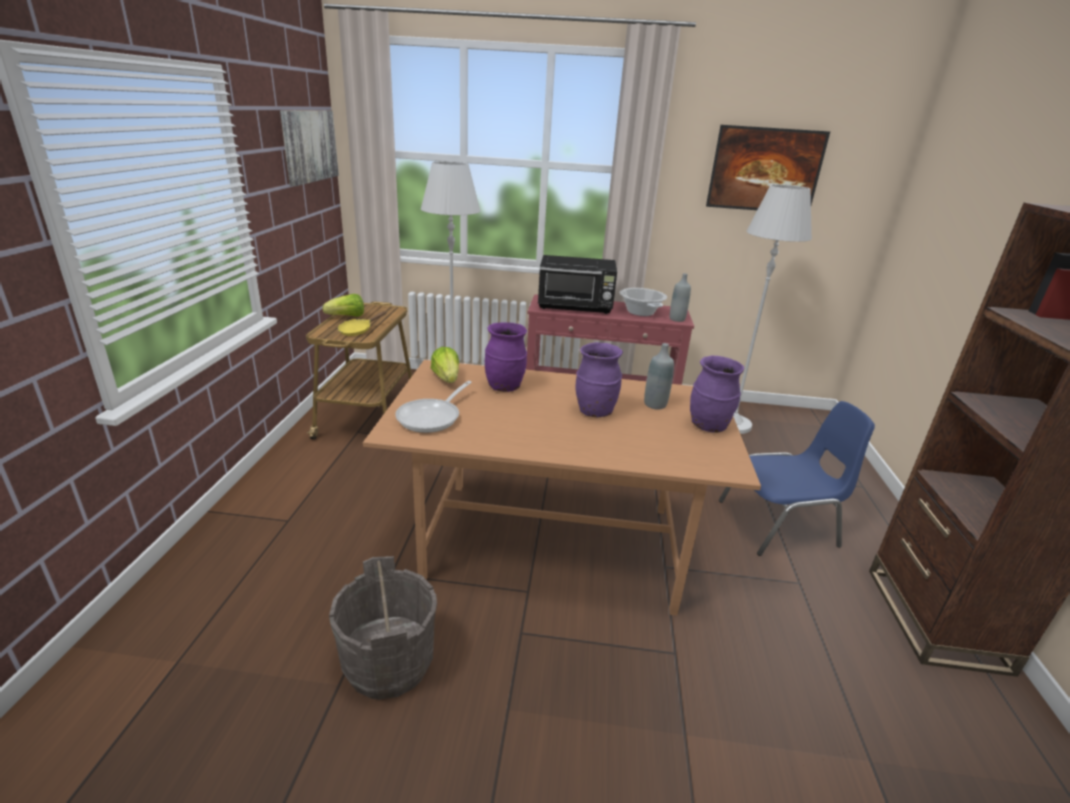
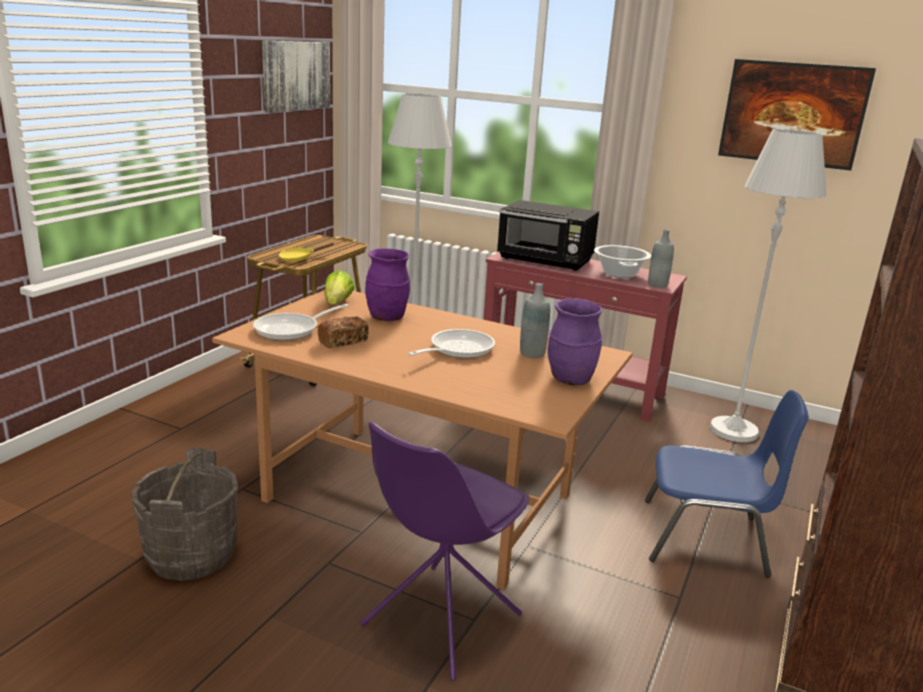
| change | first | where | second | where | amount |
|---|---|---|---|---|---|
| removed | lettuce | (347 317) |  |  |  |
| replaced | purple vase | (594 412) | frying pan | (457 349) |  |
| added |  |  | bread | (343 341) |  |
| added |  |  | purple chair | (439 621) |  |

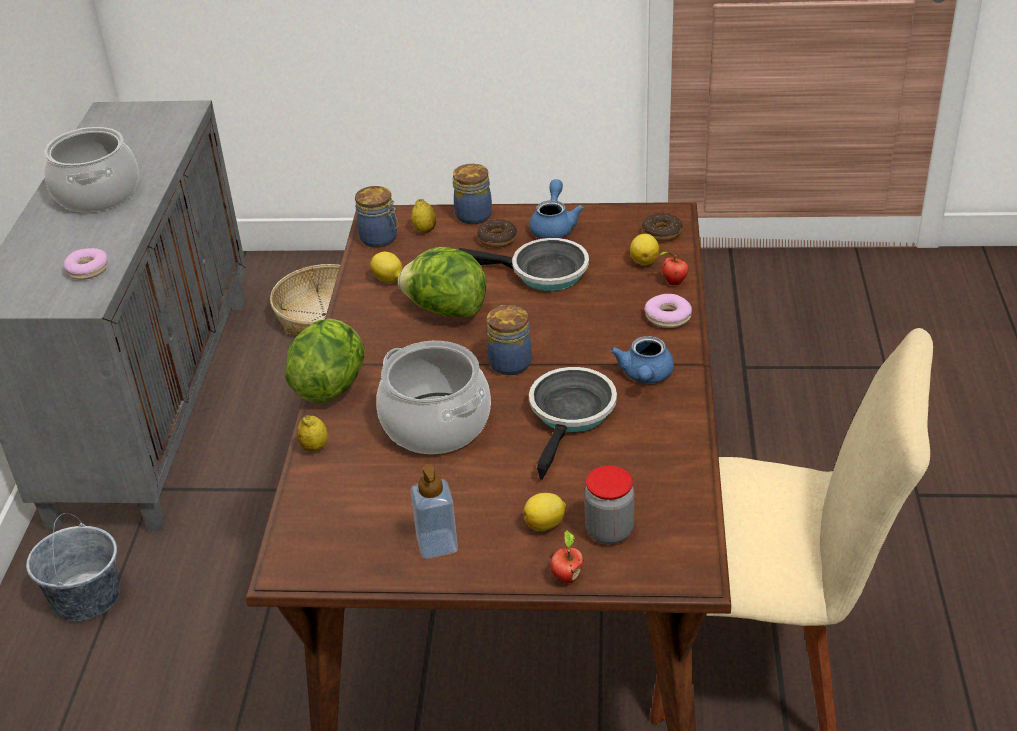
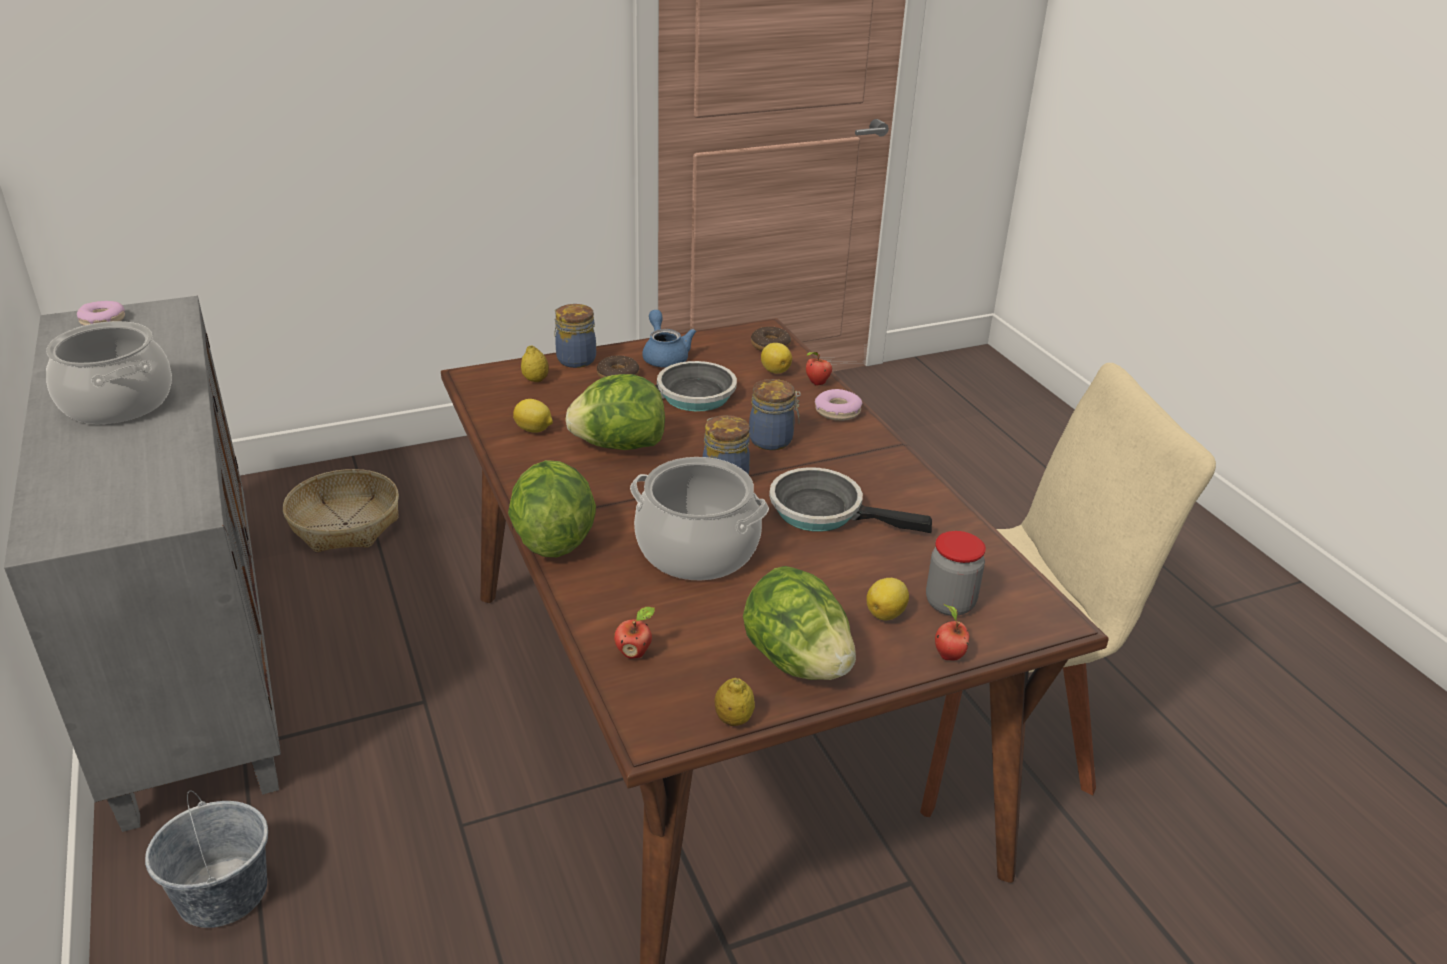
| change | first | where | second | where | amount |
|---|---|---|---|---|---|
| moved | jar | (380 239) |  | (773 440) |  |
| moved | donut | (88 270) |  | (103 321) |  |
| removed | blue teapot | (645 376) |  |  |  |
| turned | frying pan | (571 415) |  | (824 511) | 60 degrees counterclockwise |
| moved | lemon | (314 447) |  | (733 719) |  |
| replaced | soap dispenser | (437 544) | lettuce | (796 661) |  |
| added |  |  | apple | (634 652) |  |

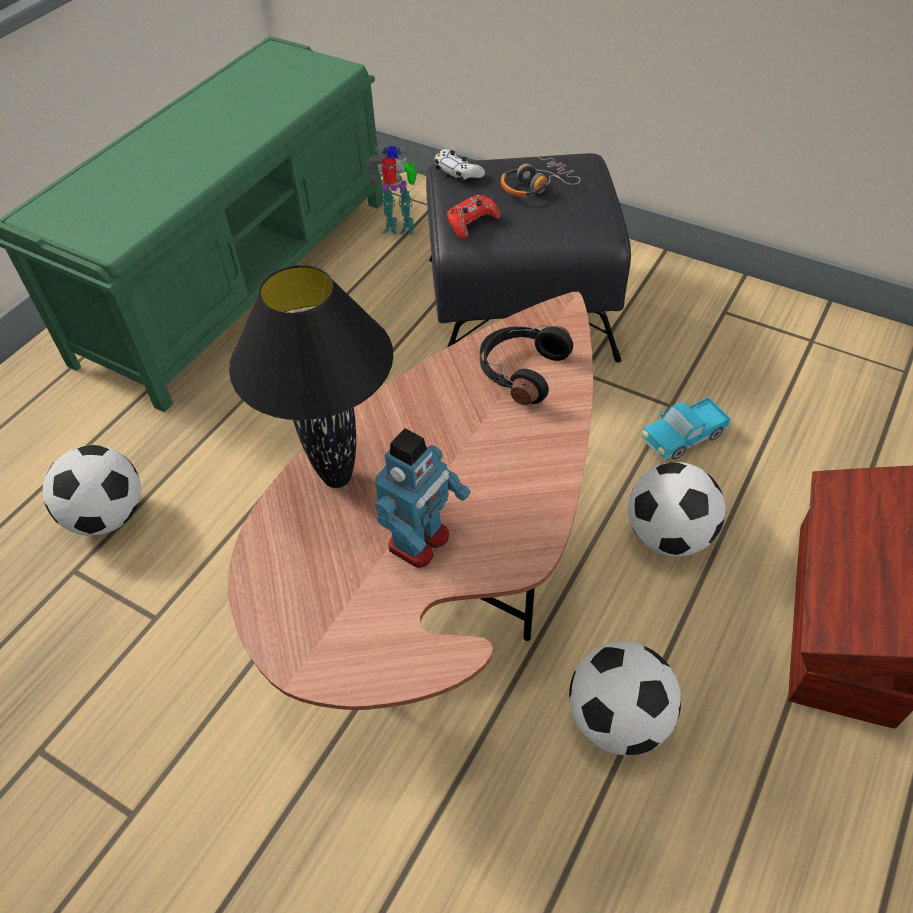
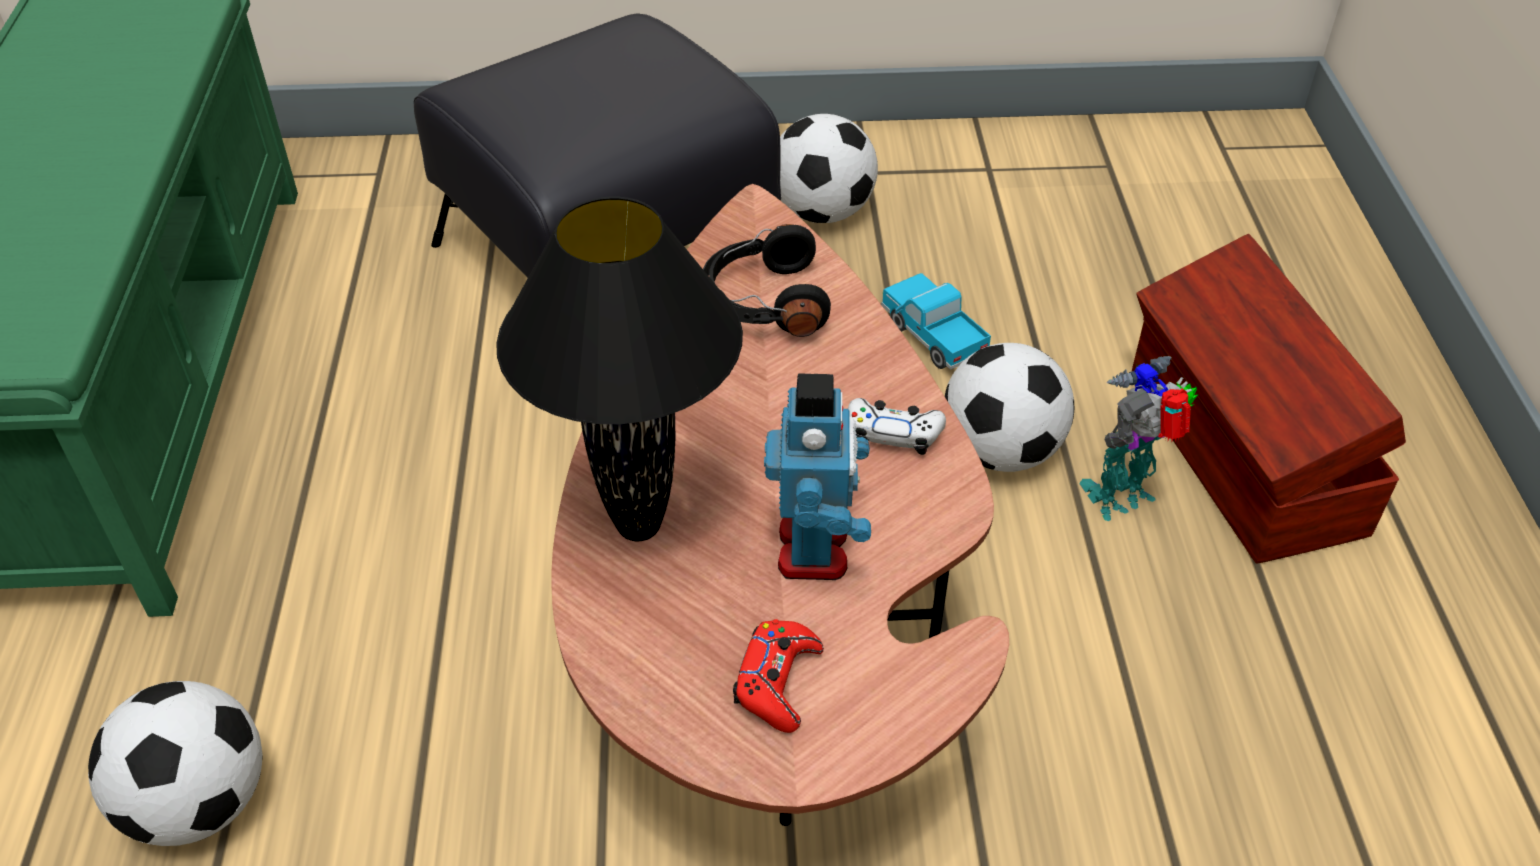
| change | first | where | second | where | amount |
|---|---|---|---|---|---|
| moved | toy robot | (400 229) |  | (1123 497) |  |
| moved | white game controller | (458 172) |  | (894 433) |  |
| removed | headphones | (536 185) |  |  |  |
| moved | red game controller | (472 222) |  | (777 682) |  |
| turned | toy truck | (682 439) |  | (932 336) | 120 degrees clockwise |
| moved | football | (618 719) |  | (822 212) |  |

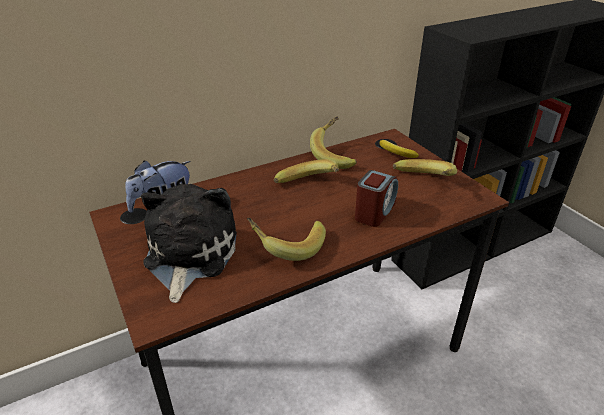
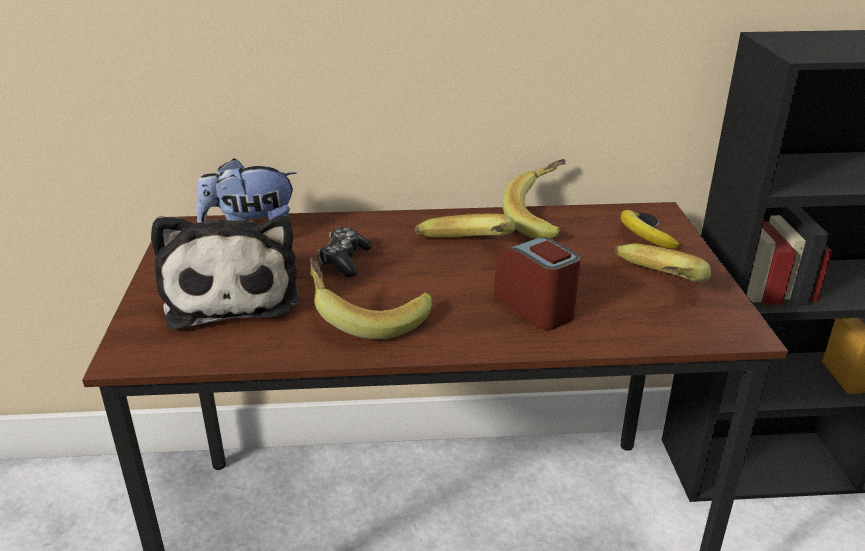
| change | first | where | second | where | amount |
|---|---|---|---|---|---|
| turned | alarm clock | (374 212) |  | (535 307) | 90 degrees counterclockwise |
| turned | plush toy | (188 254) |  | (232 294) | 135 degrees clockwise |
| added |  |  | game controller | (345 260) |  |

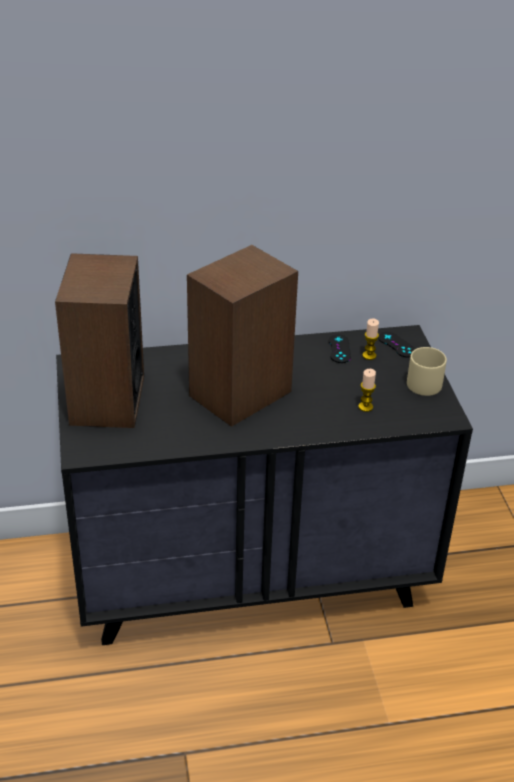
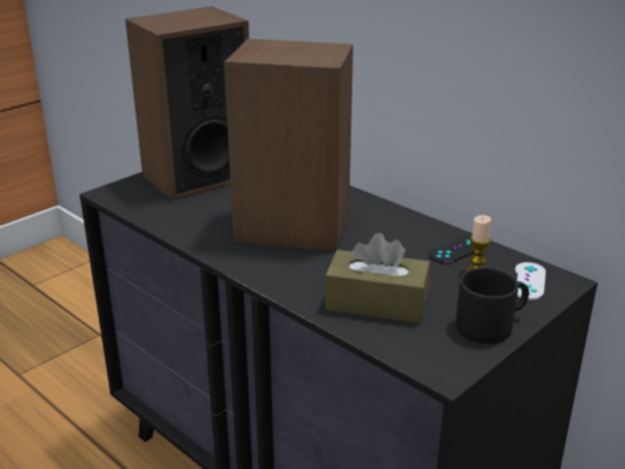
| change | first | where | second | where | amount |
|---|---|---|---|---|---|
| recoloured | black game controller | (397 345) | white game controller | (529 281) |  |
| recoloured | beige mug | (424 380) | black mug | (491 324) |  |
| replaced | candle | (365 407) | brown tissue box | (376 303) |  |

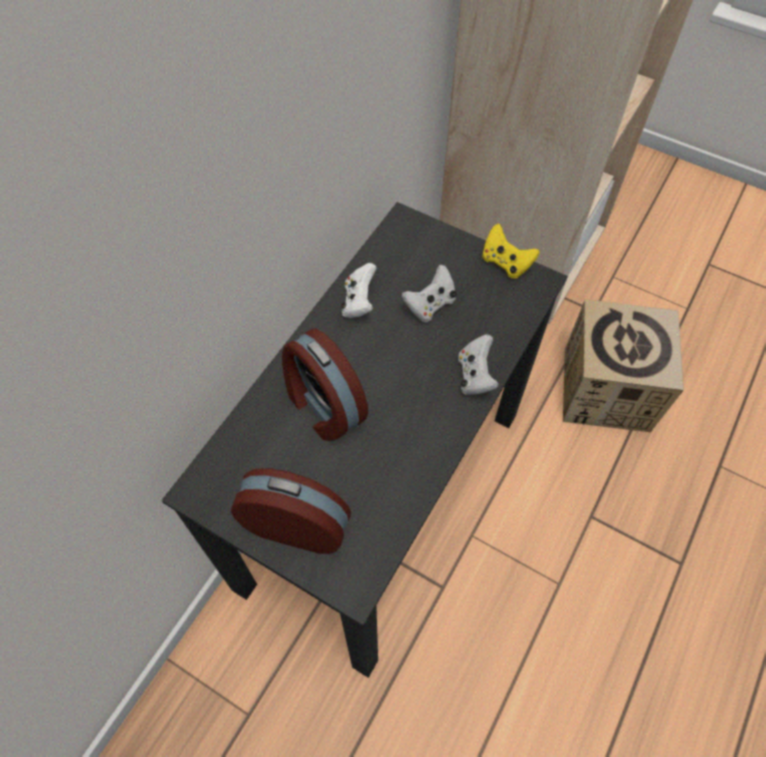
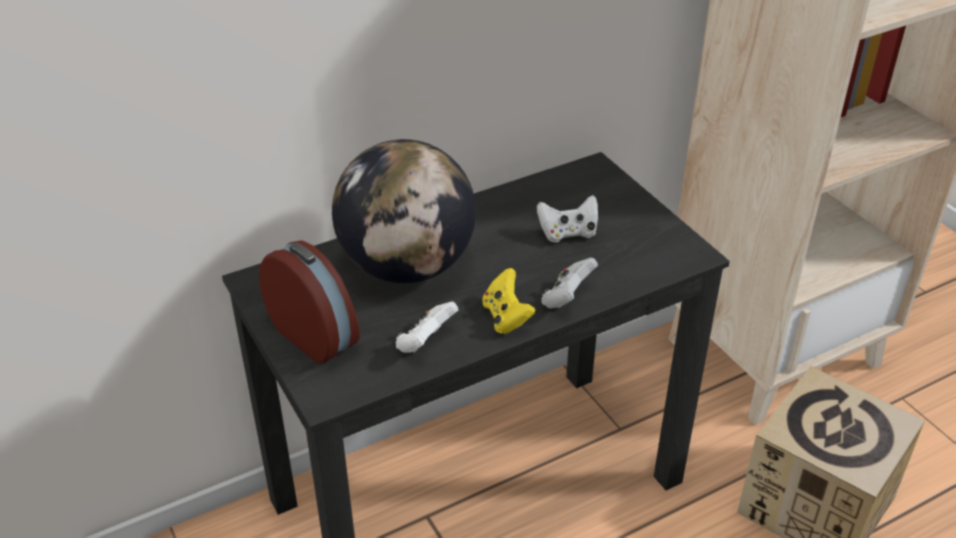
| change | first | where | second | where | amount |
|---|---|---|---|---|---|
| moved | yellow game controller | (505 263) |  | (506 317) |  |
| moved | white game controller | (358 302) |  | (425 342) |  |
| replaced | alarm clock | (323 406) | globe | (407 267) |  |

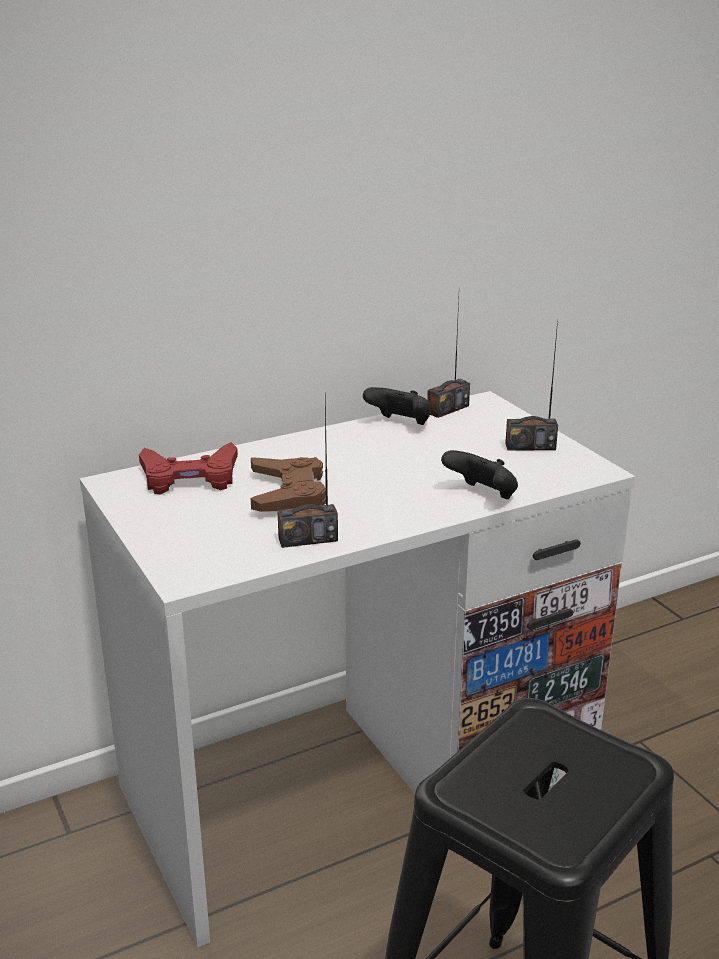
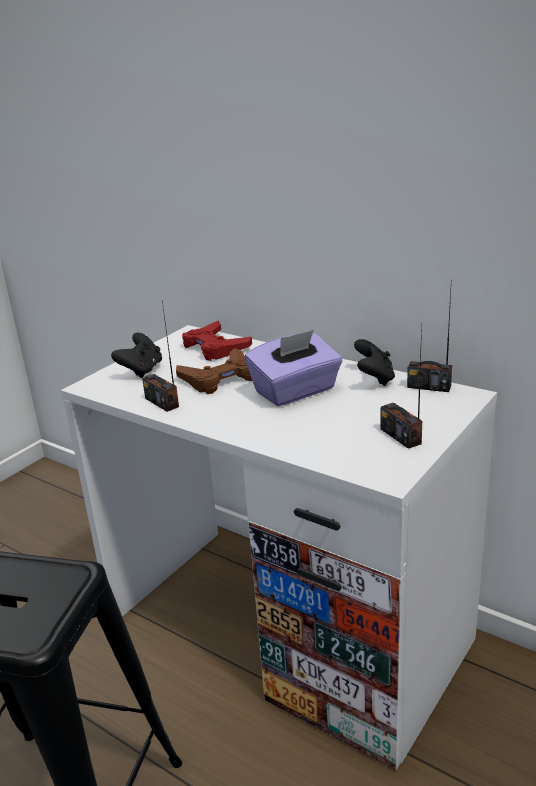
| change | first | where | second | where | amount |
|---|---|---|---|---|---|
| moved | black game controller | (482 496) |  | (141 370) |  |
| added |  |  | purple tissue box | (295 391) |  |

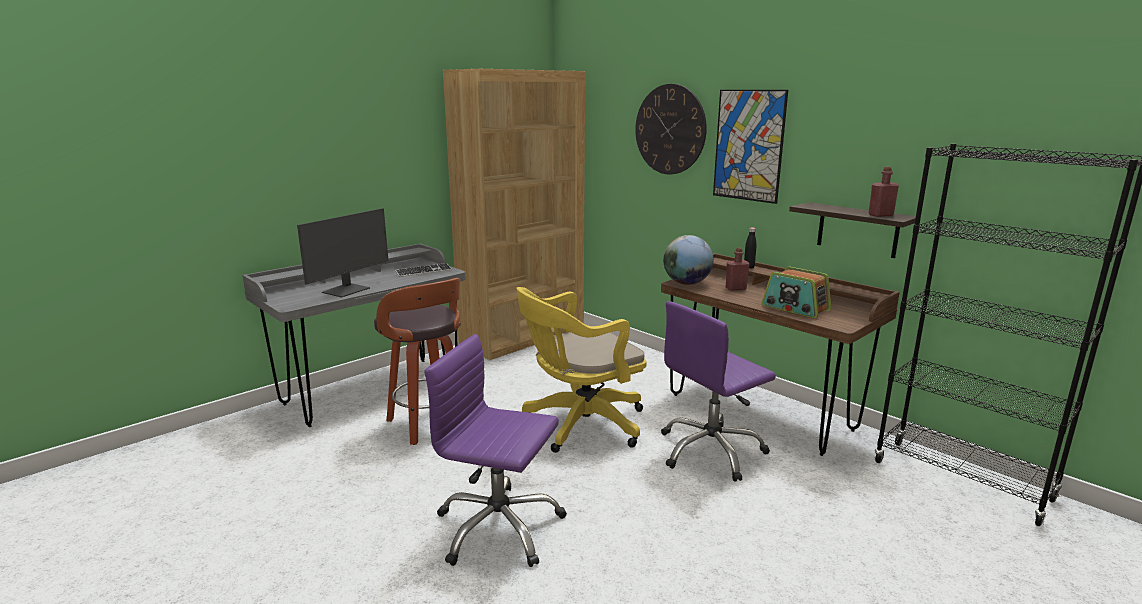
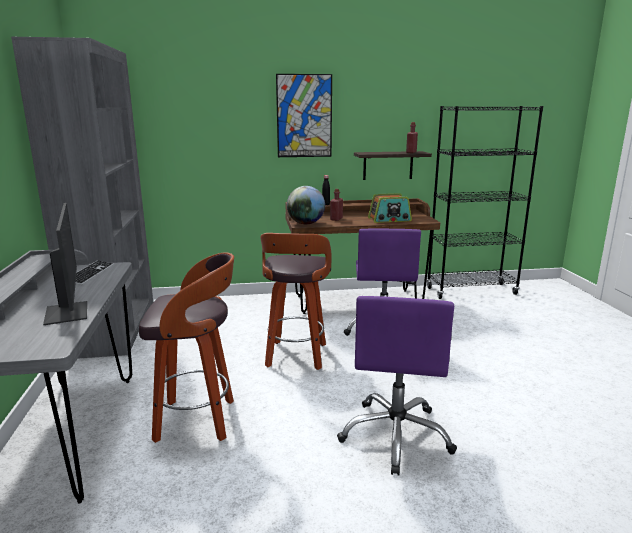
| change | first | where | second | where | amount |
|---|---|---|---|---|---|
| recoloured | brown bookcase | (523 337) | grey bookcase | (115 327) |  |
| removed | wall clock | (670 129) |  |  |  |
| replaced | yellow office chair | (579 425) | stool | (296 356) |  |
| turned | purple office chair | (498 528) |  | (396 435) | 45 degrees counterclockwise |

